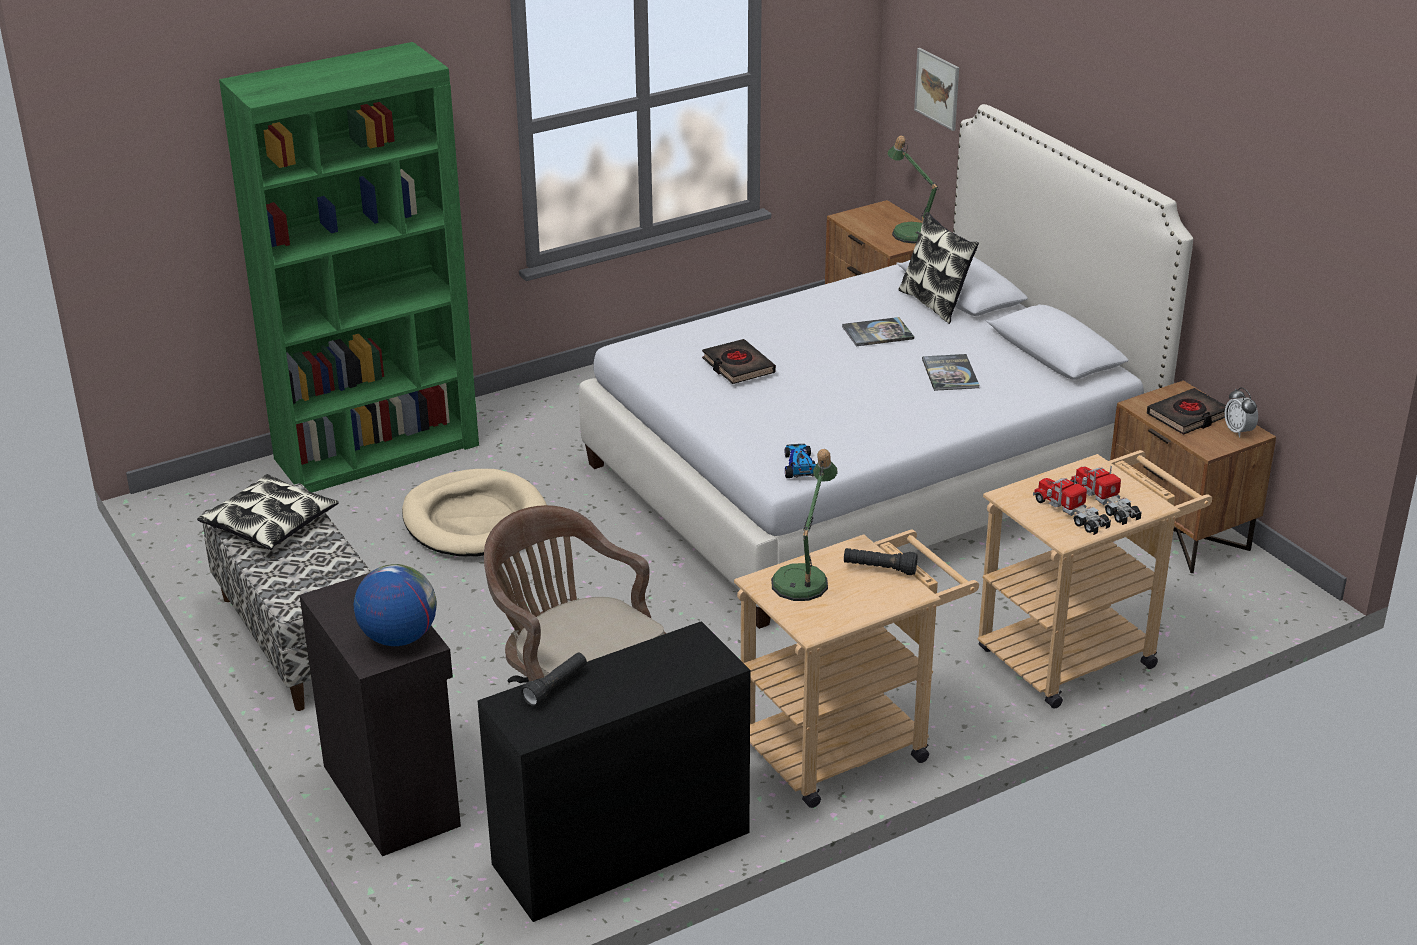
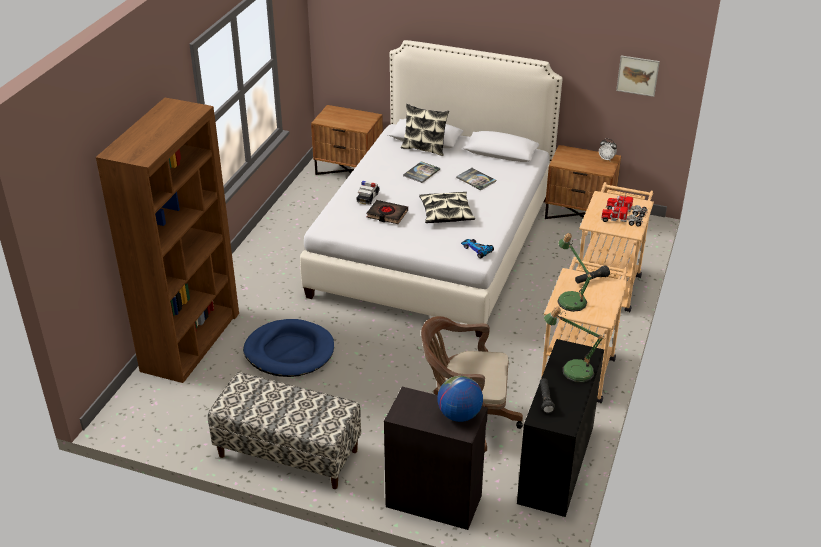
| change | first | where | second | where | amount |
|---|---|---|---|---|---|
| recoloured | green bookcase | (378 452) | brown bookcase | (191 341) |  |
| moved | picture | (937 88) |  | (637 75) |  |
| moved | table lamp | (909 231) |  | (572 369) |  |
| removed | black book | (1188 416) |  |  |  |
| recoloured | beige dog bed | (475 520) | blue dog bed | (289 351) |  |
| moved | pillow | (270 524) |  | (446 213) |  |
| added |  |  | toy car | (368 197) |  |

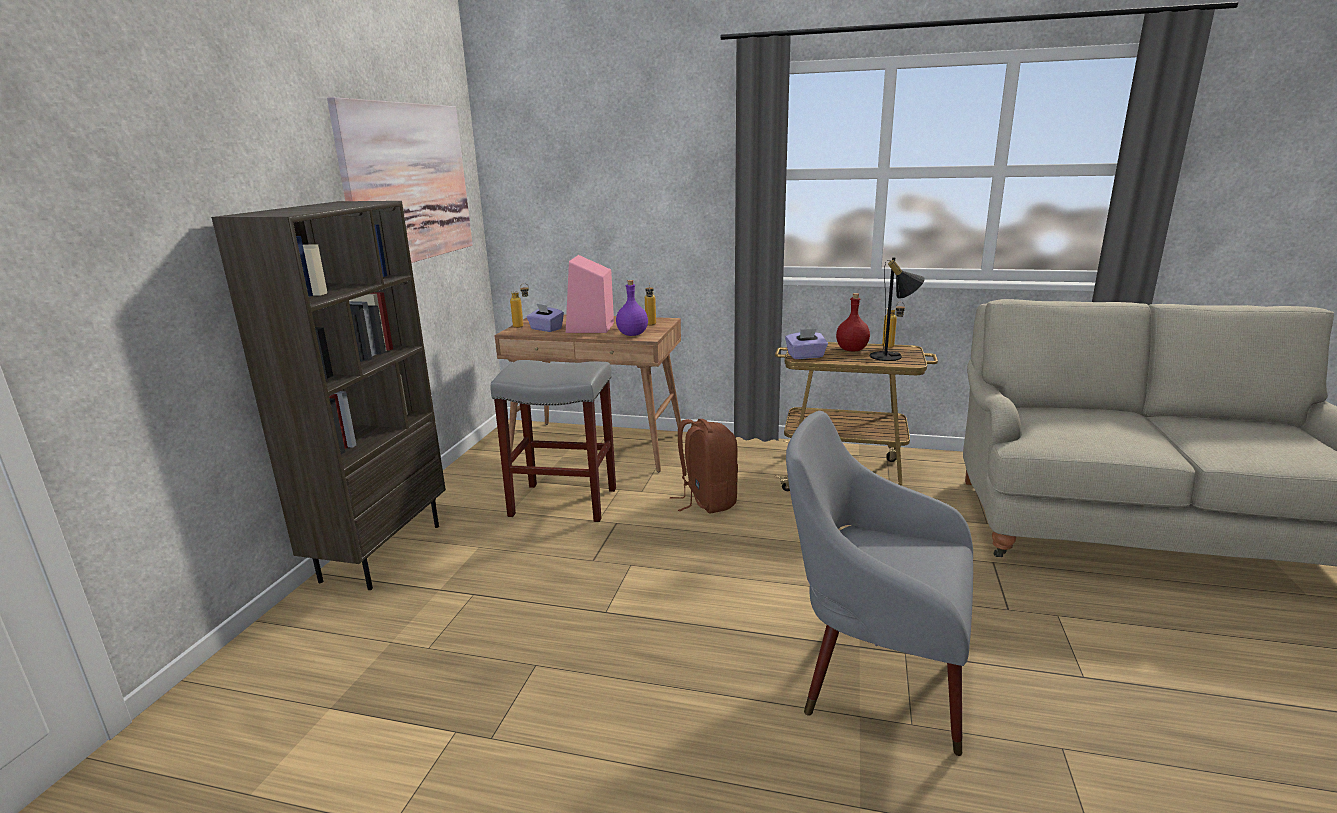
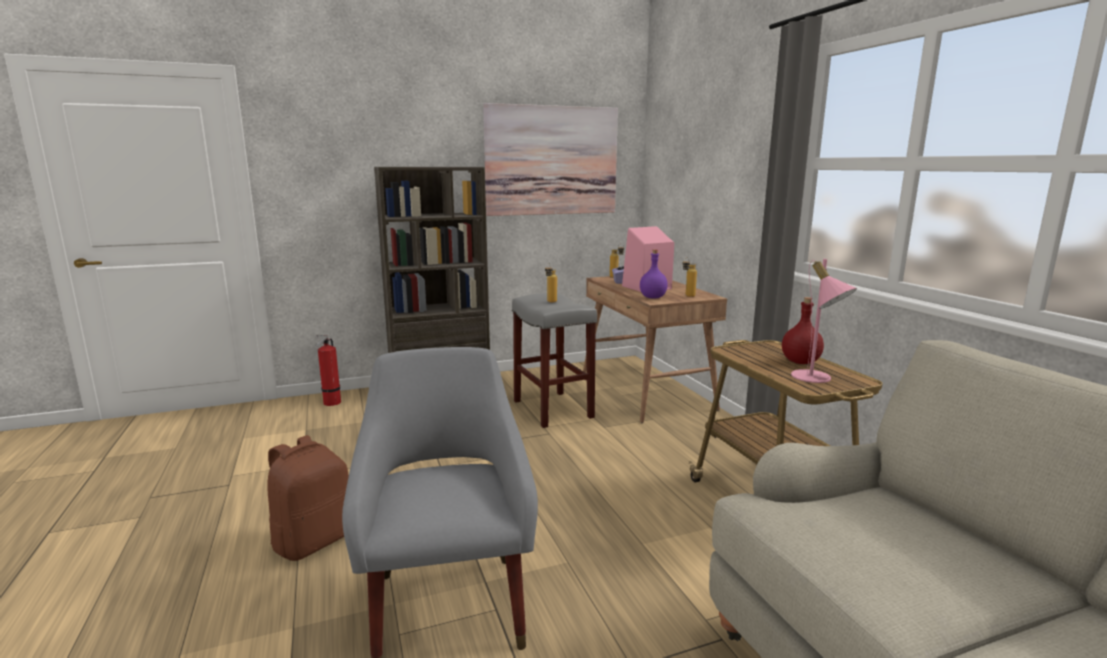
| change | first | where | second | where | amount |
|---|---|---|---|---|---|
| recoloured | black table lamp | (892 356) | pink table lamp | (816 379) |  |
| moved | bottle | (892 347) |  | (550 302) |  |
| removed | purple tissue box | (806 356) |  |  |  |
| moved | brown backpack | (707 501) |  | (314 540) |  |
| added |  |  | fire extinguisher | (331 403) |  |

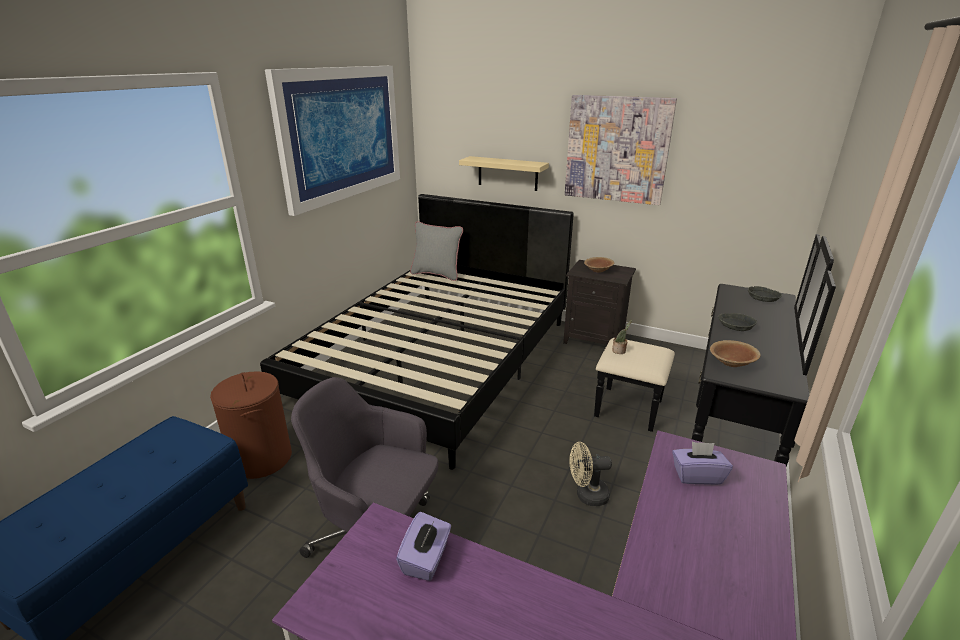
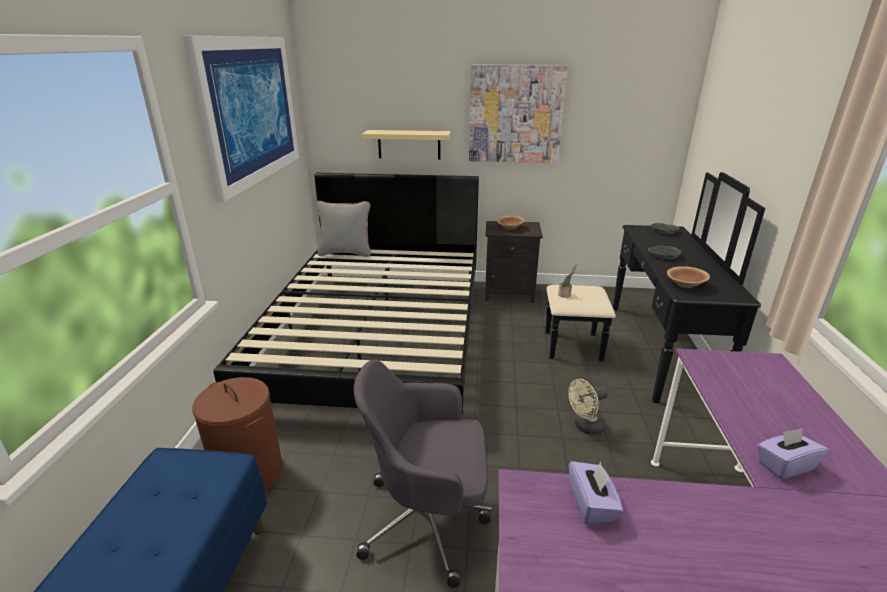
| change | first | where | second | where | amount |
|---|---|---|---|---|---|
| moved | purple tissue box | (697 475) |  | (784 465) |  |

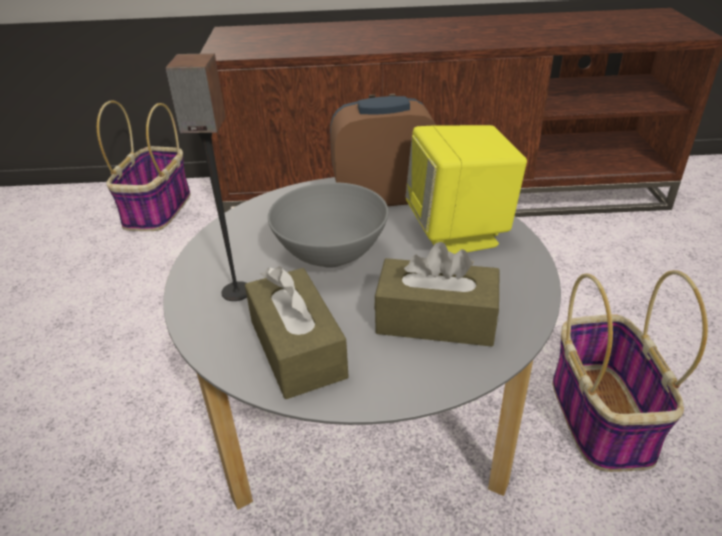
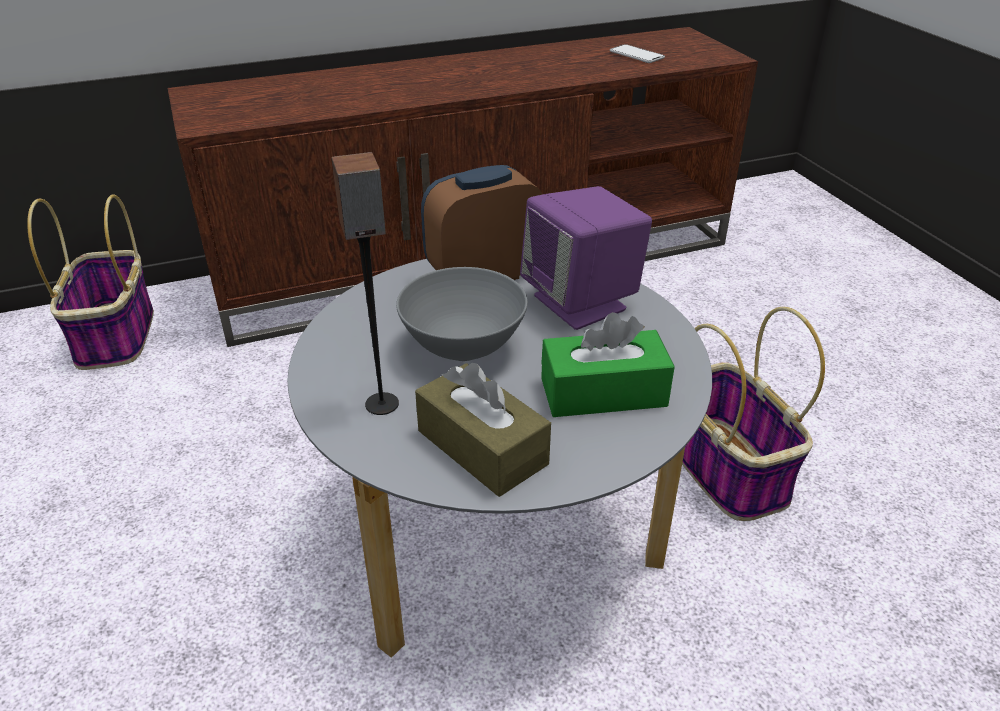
| change | first | where | second | where | amount |
|---|---|---|---|---|---|
| recoloured | yellow speaker | (459 233) | purple speaker | (581 303) |  |
| recoloured | brown tissue box | (436 320) | green tissue box | (603 392) |  |
| added |  |  | phone | (636 55) |  |

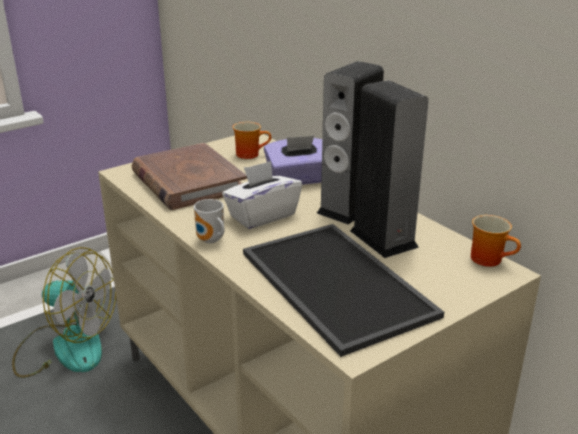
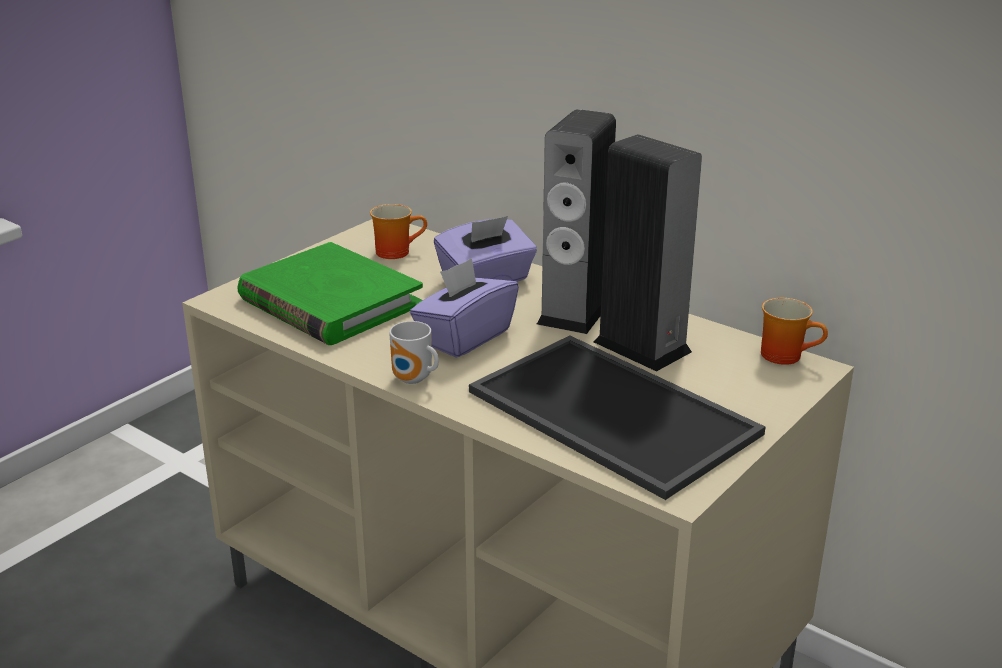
| change | first | where | second | where | amount |
|---|---|---|---|---|---|
| recoloured | brown book | (188 181) | green book | (329 302) |  |
| recoloured | white tissue box | (262 216) | purple tissue box | (464 337) |  |
| removed | fan | (65 347) |  |  |  |

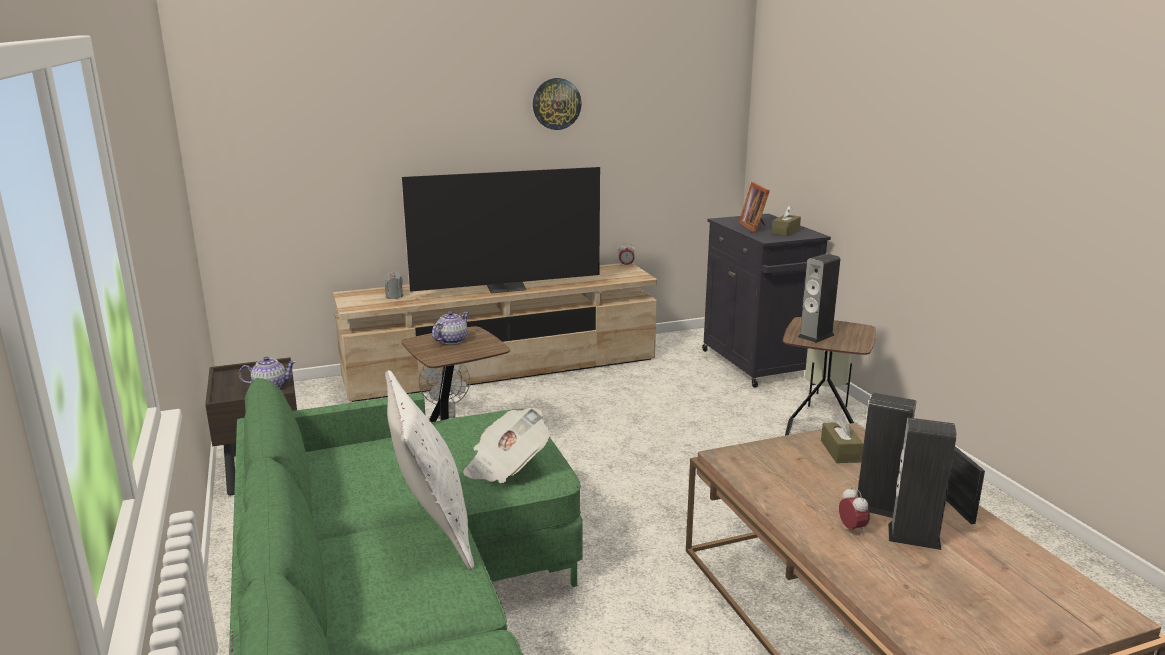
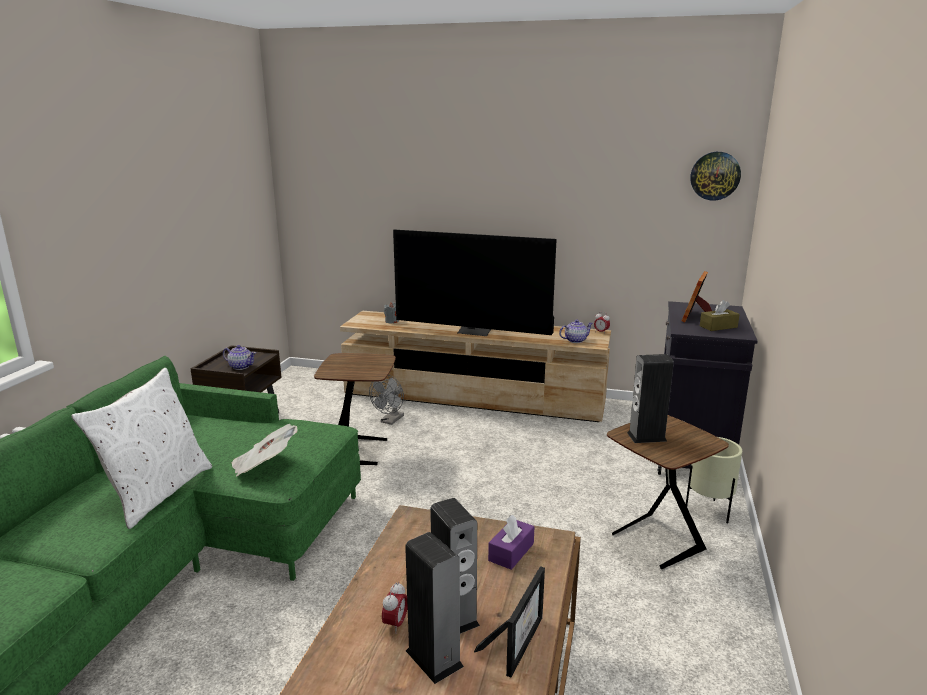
| change | first | where | second | where | amount |
|---|---|---|---|---|---|
| moved | wall clock | (556 104) |  | (715 176) |  |
| moved | teapot | (451 340) |  | (575 340) |  |
| recoloured | brown tissue box | (840 451) | purple tissue box | (511 552) |  |

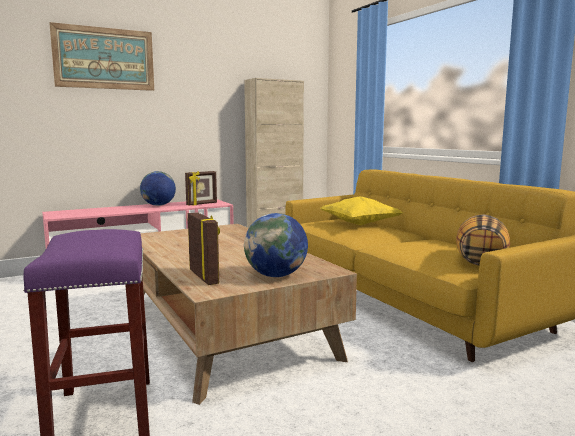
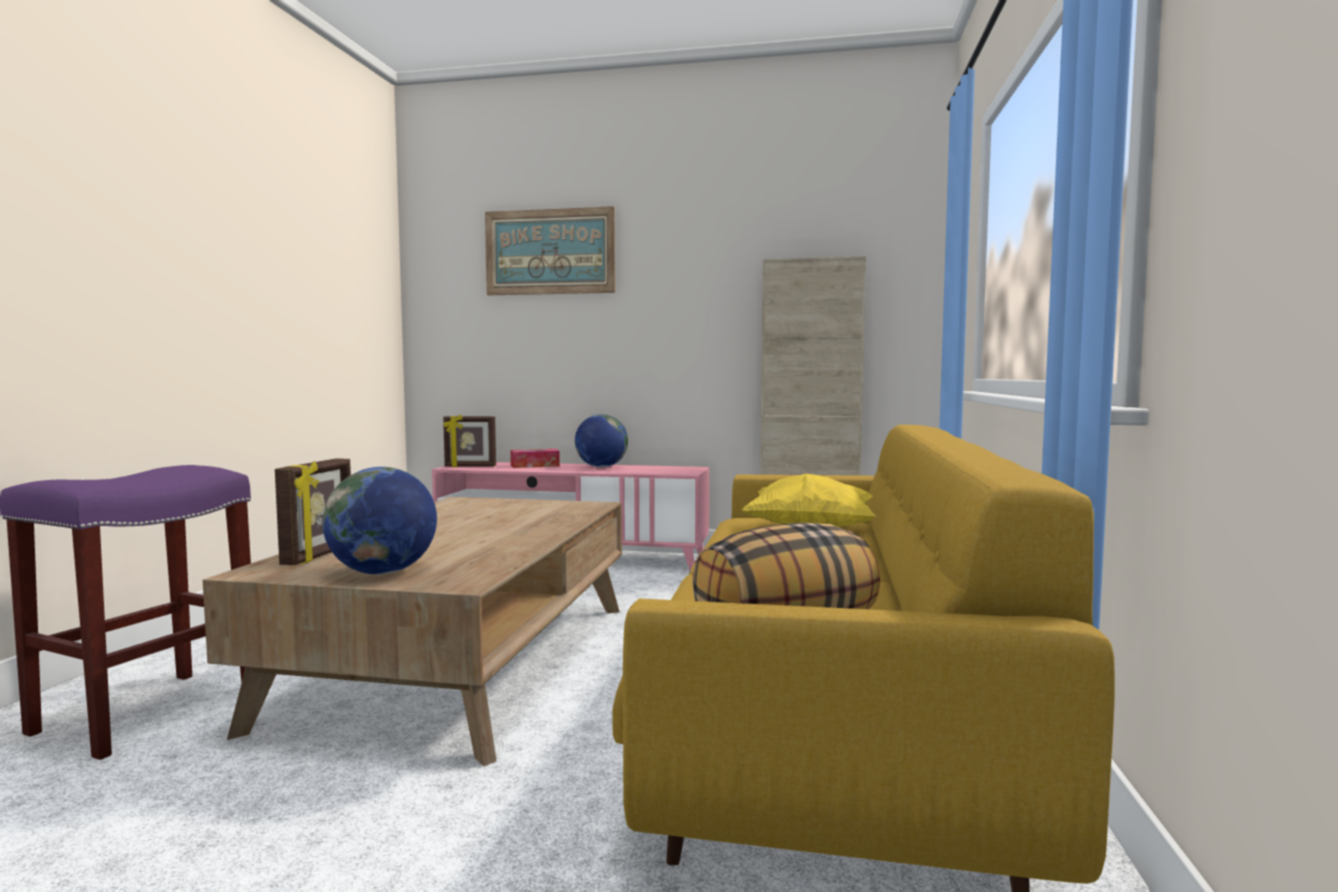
| change | first | where | second | where | amount |
|---|---|---|---|---|---|
| moved | picture frame | (202 204) |  | (470 466) |  |
| added |  |  | tissue box | (535 465) |  |

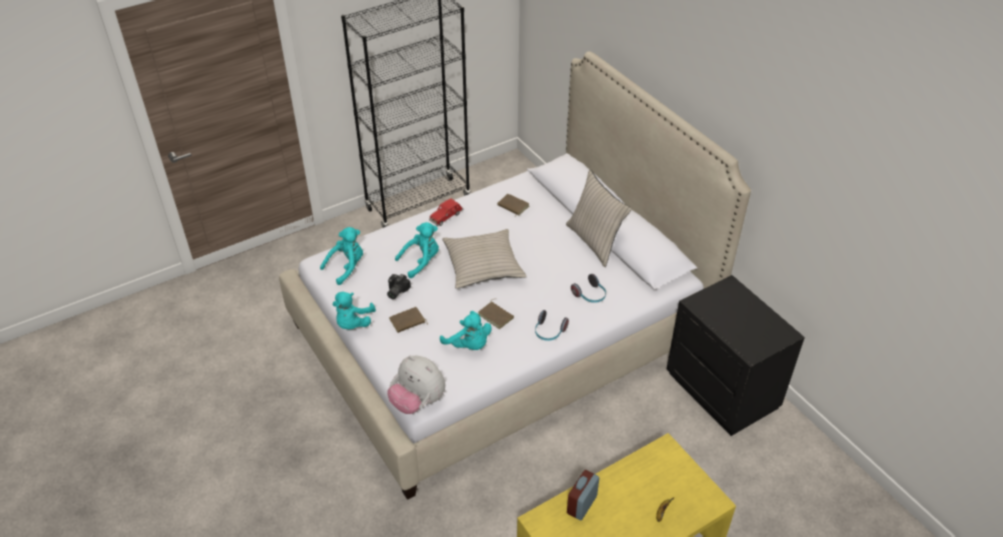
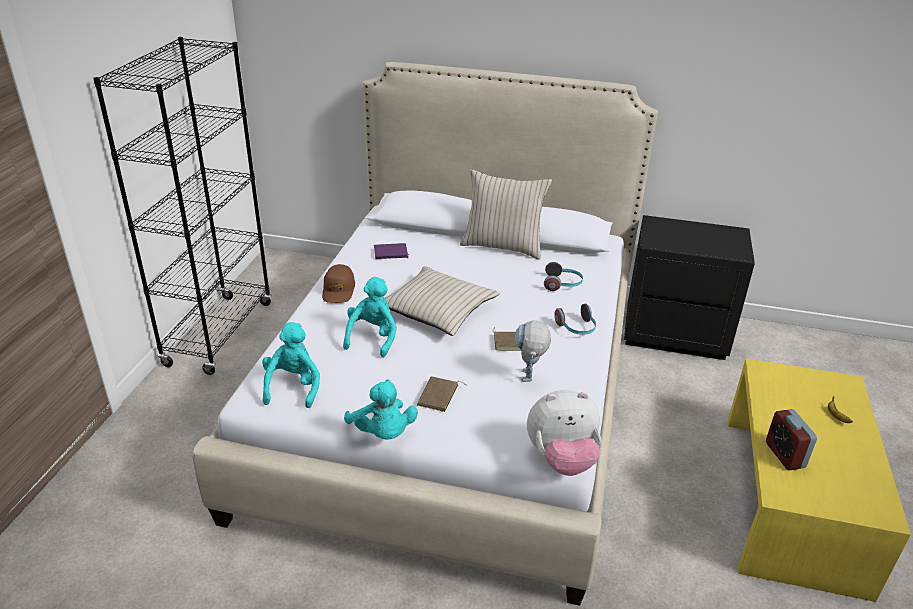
| change | first | where | second | where | amount |
|---|---|---|---|---|---|
| recoloured | brown book | (512 206) | purple book | (390 254) |  |
| replaced | red toy car | (446 217) | brown cap | (338 290) |  |
| removed | photo camera | (395 291) |  |  |  |
| replaced | turquoise plush toy | (469 345) | toy robot | (528 380) |  |

